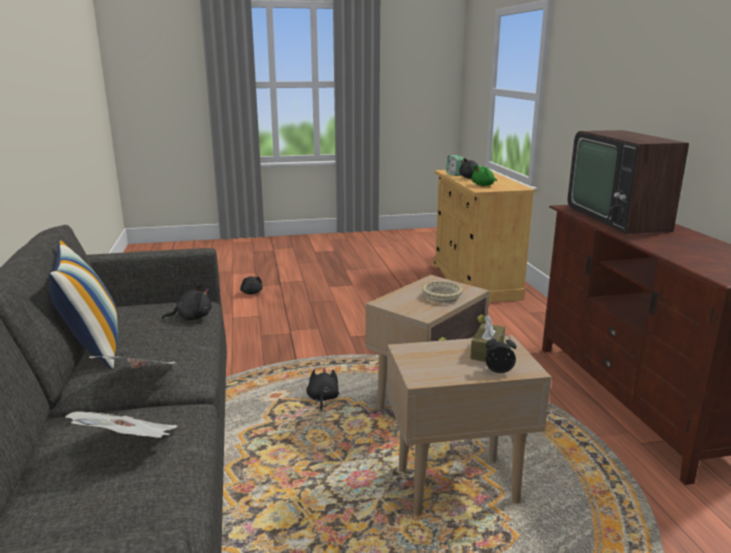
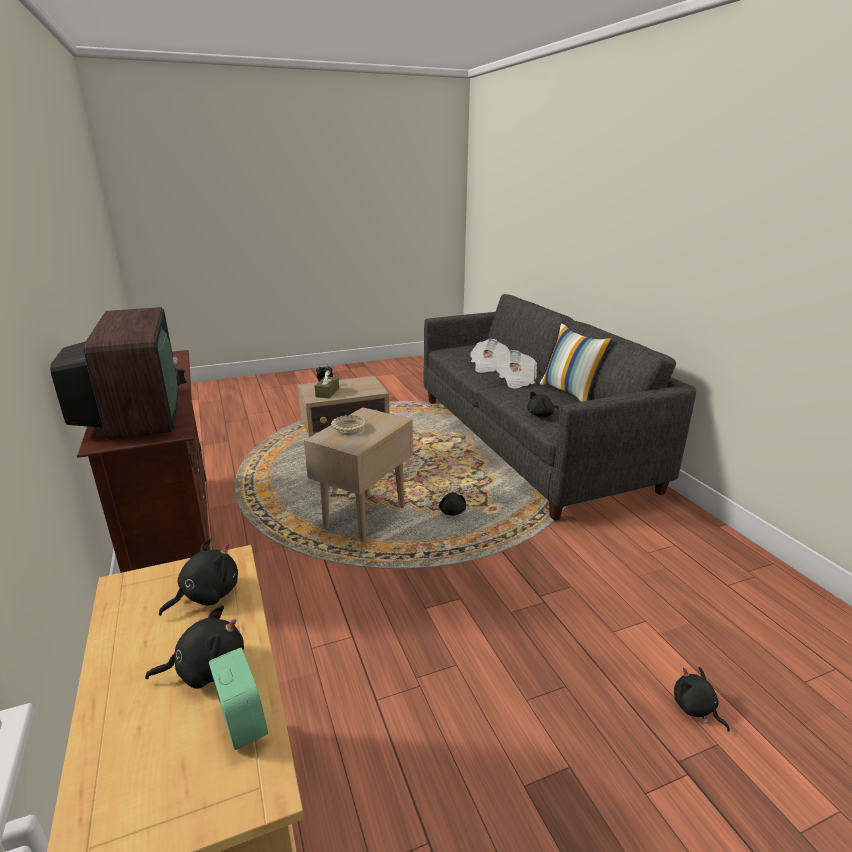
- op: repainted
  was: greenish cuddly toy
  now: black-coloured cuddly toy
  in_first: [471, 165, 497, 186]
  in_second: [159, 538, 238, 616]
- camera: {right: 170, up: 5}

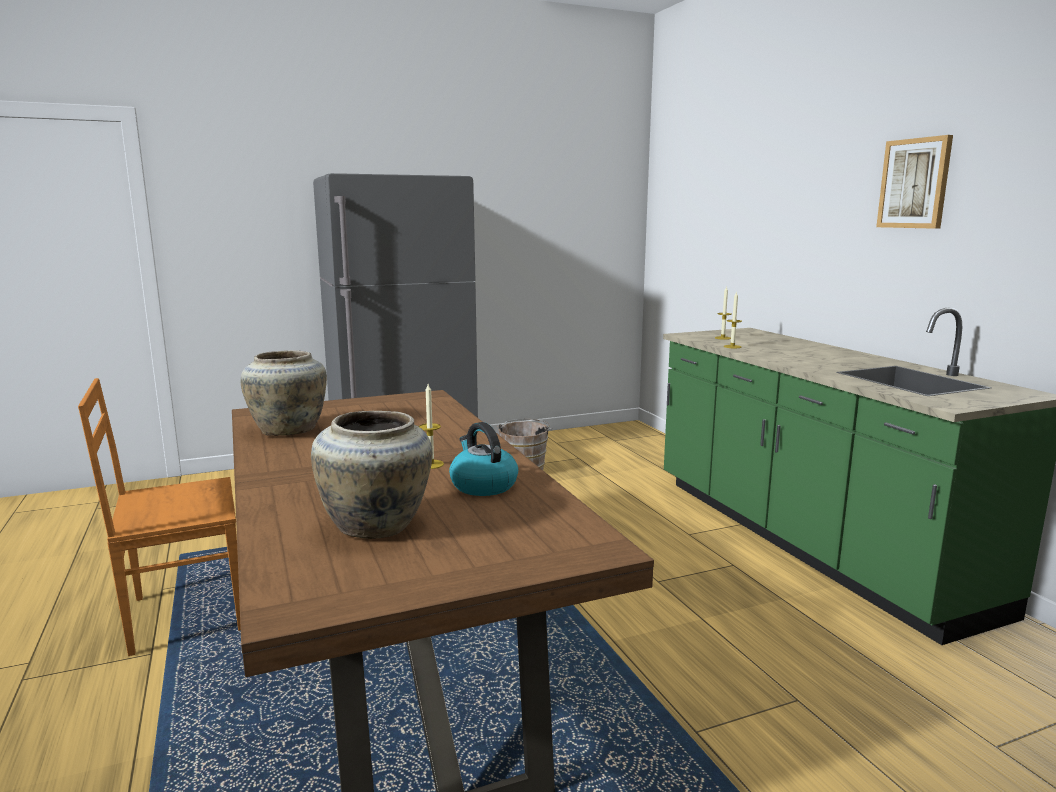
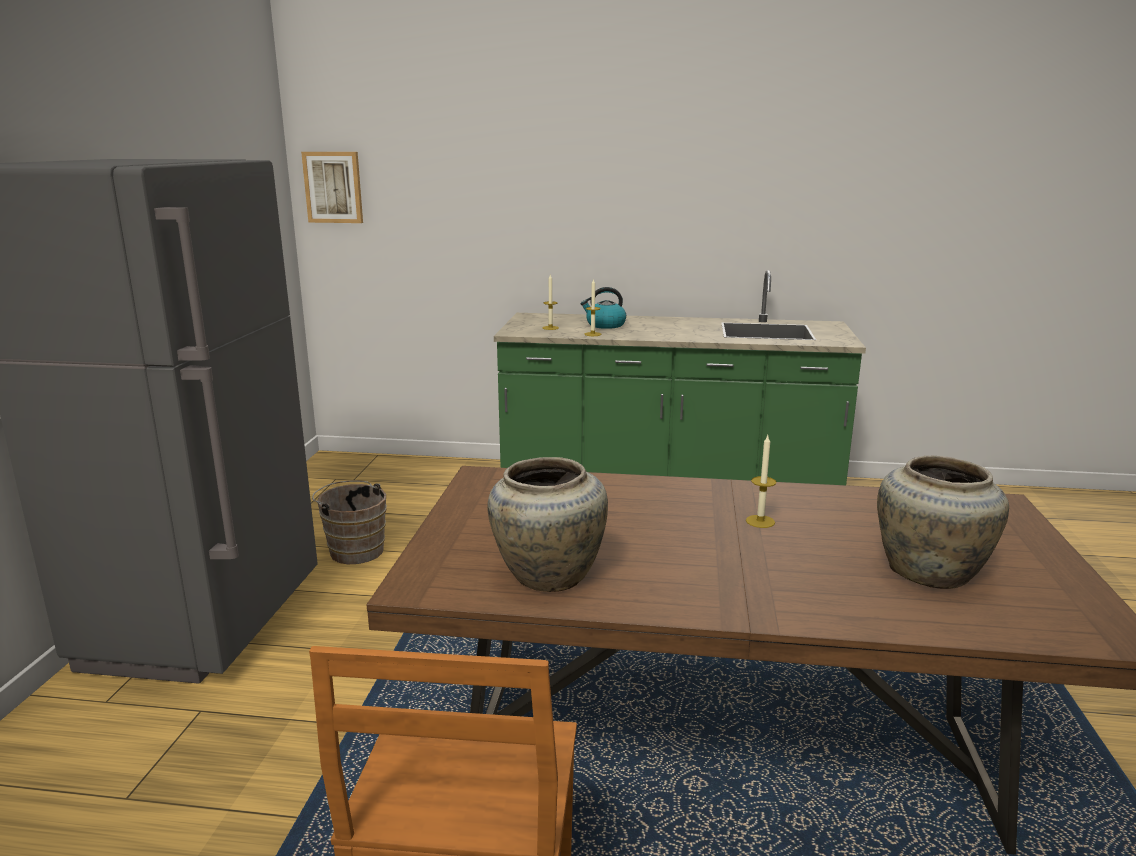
- op: shifted
  was: wall picture
  in_first: [876, 135, 953, 229]
  in_second: [301, 152, 363, 223]
- op: shifted
  was: water kettle
  in_first: [449, 422, 518, 496]
  in_second: [581, 287, 626, 329]
- camera: {right: -60, up: 5}

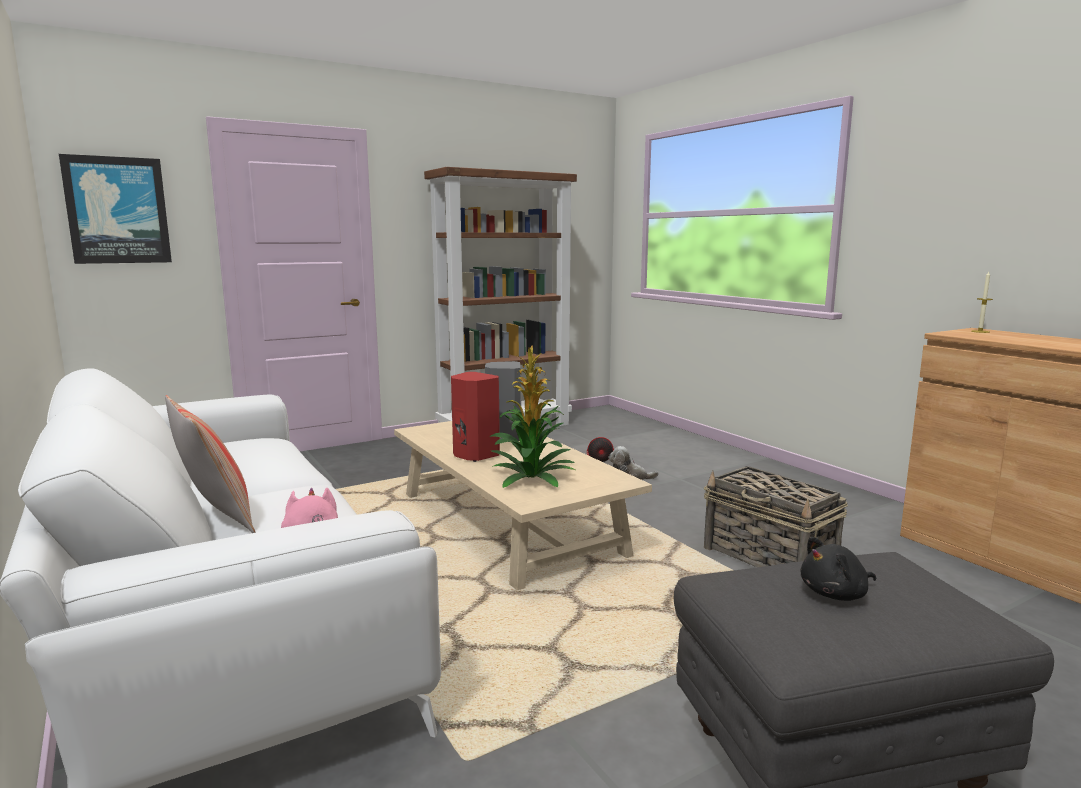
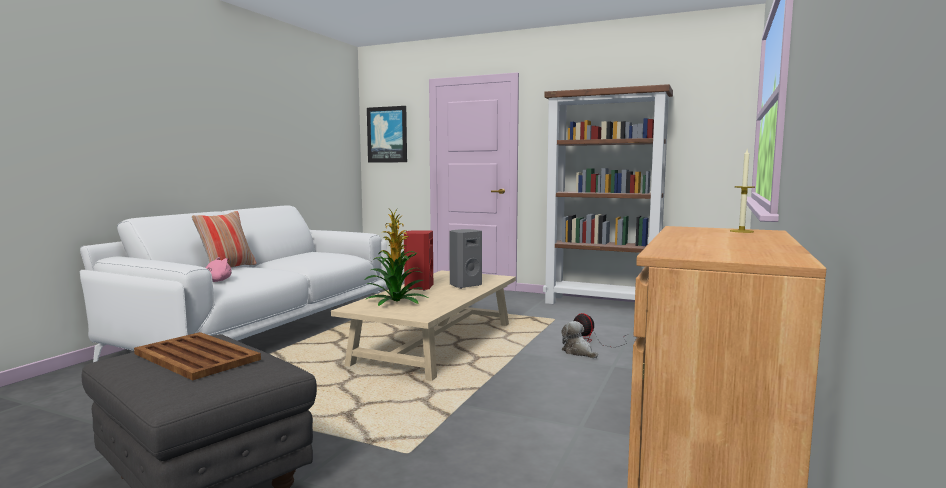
- op: swapped
  was: black-coloured cuddly toy
  now: brownish serving tray
  in_first: [800, 537, 876, 601]
  in_second: [134, 332, 261, 381]
- op: gone
  was: storage basket
  in_first: [704, 466, 848, 568]
- camera: {right: 55, up: -5}

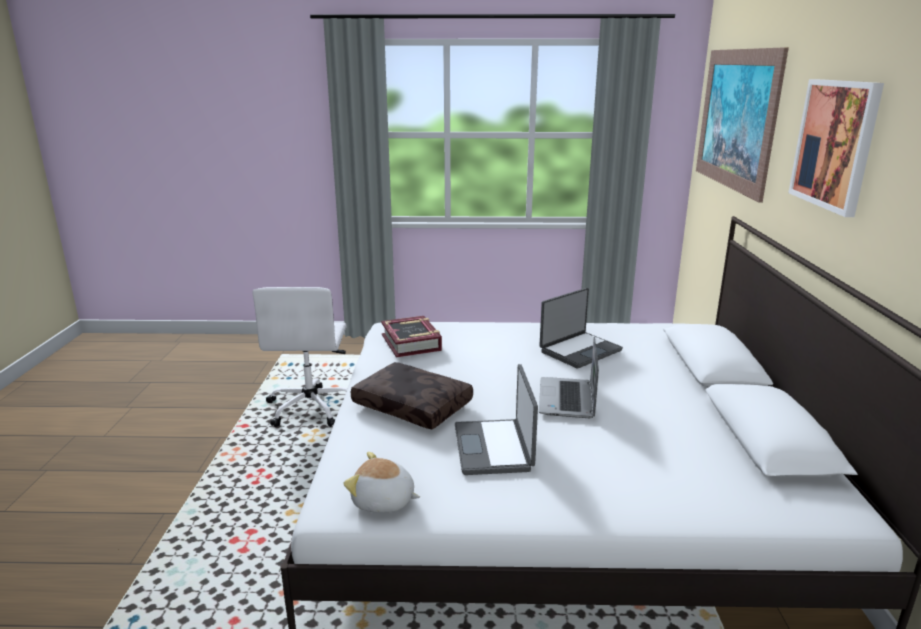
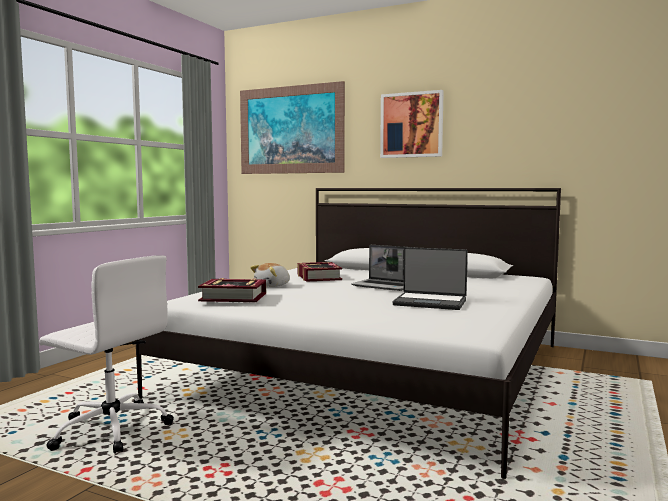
- op: shifted
  was: cuddly toy
  in_first: [343, 452, 420, 513]
  in_second: [250, 263, 290, 287]
- op: swapped
  was: portable computer
  now: book
  in_first: [539, 288, 623, 369]
  in_second: [298, 262, 342, 282]
- op: gone
  was: brownish cushion
  in_first: [351, 362, 473, 429]
- camera: {right: -65, up: -15}

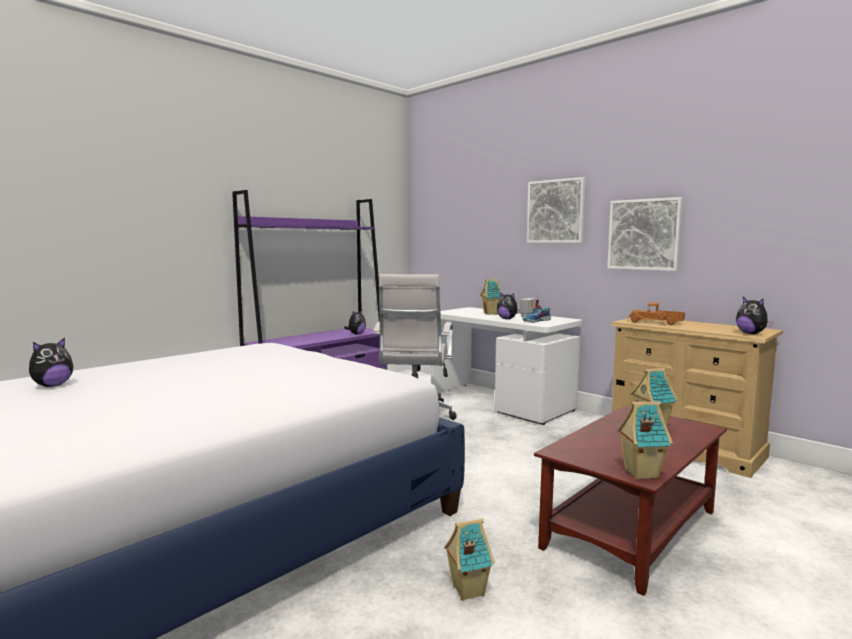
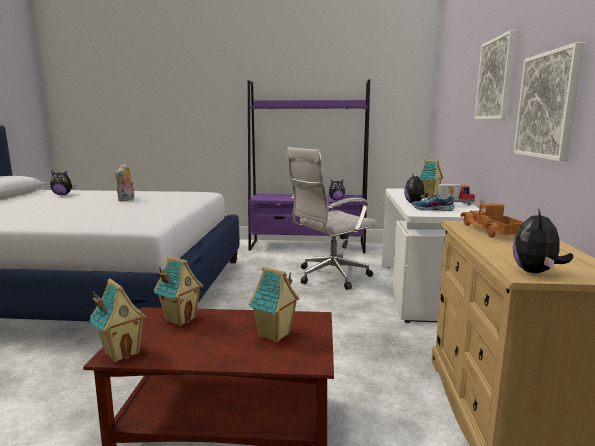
- op: new
  now: cuddly toy
  in_second: [115, 164, 134, 201]
- op: shifted
  was: model house
  in_first: [444, 518, 495, 601]
  in_second: [154, 256, 203, 326]
- camera: {right: 50, up: 5}

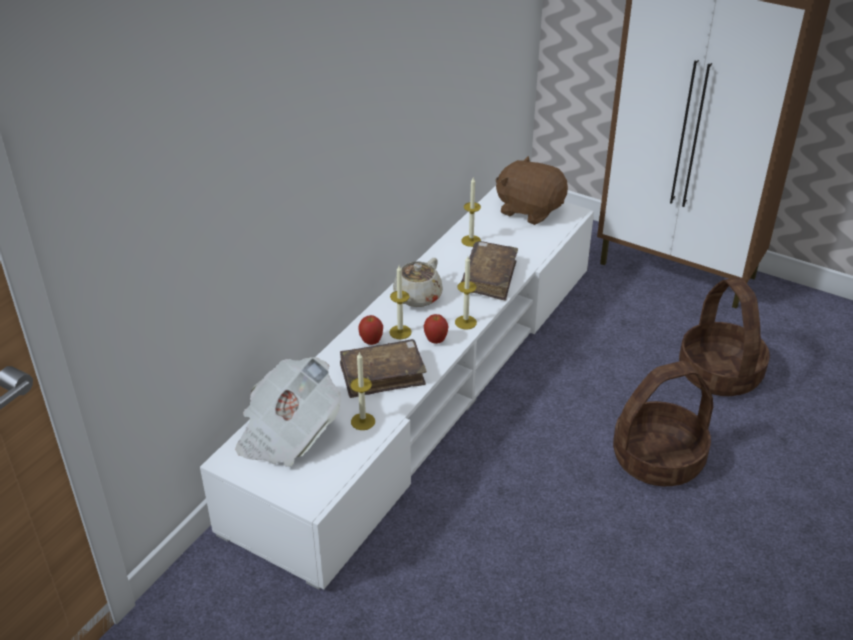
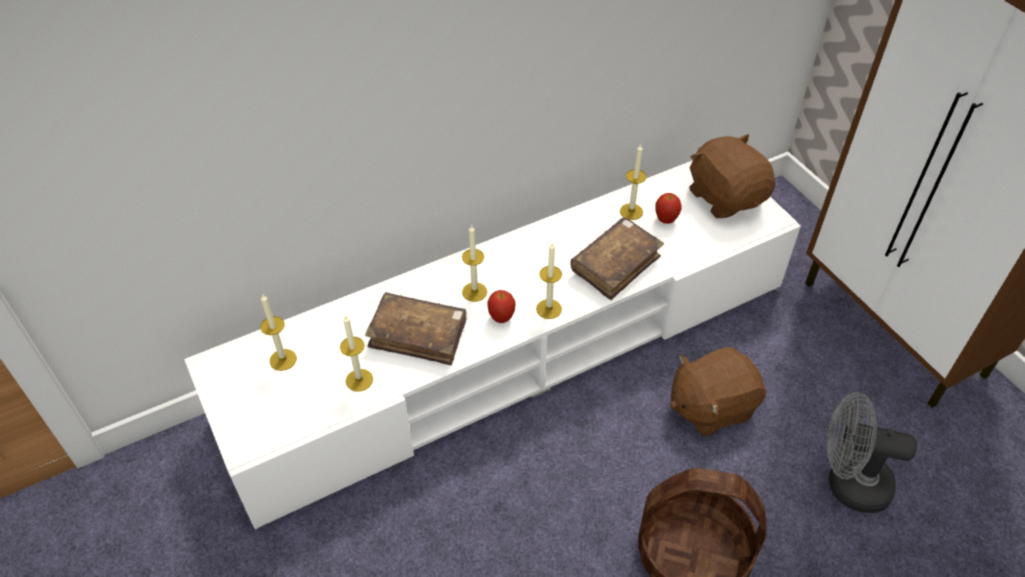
- op: swapped
  was: printed paper
  now: wax light
  in_first: [235, 357, 341, 467]
  in_second: [260, 295, 297, 371]
- op: shifted
  was: apple
  in_first: [358, 315, 383, 345]
  in_second: [655, 193, 682, 224]
- op: new
  now: brownish cuddly toy
  in_second: [670, 347, 766, 436]
- op: swapped
  was: storage basket
  now: gray fan
  in_first: [679, 277, 770, 396]
  in_second: [827, 392, 917, 513]
- op: gone
  was: sand-coloured tea pot
  in_first: [393, 258, 443, 307]
- camera: {right: 30, up: 10}

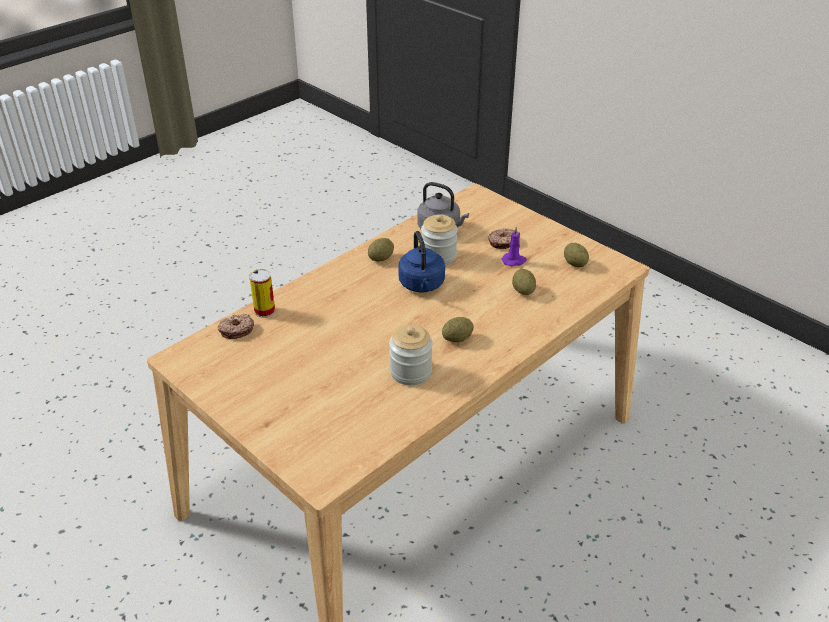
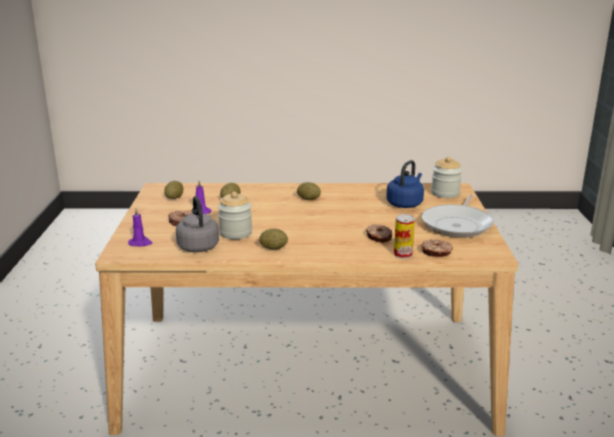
- op: new
  now: purple wax light
  in_second: [128, 208, 153, 247]
- op: new
  now: donut
  in_second: [366, 224, 392, 243]
- op: shifted
  was: bluish water kettle
  in_first: [398, 231, 445, 293]
  in_second: [386, 160, 424, 208]
- op: new
  now: skillet
  in_second: [422, 194, 493, 238]
- op: shifted
  was: preserve jar
  in_first: [389, 325, 433, 385]
  in_second: [431, 157, 462, 198]
- camera: {right: -135, up: -15}

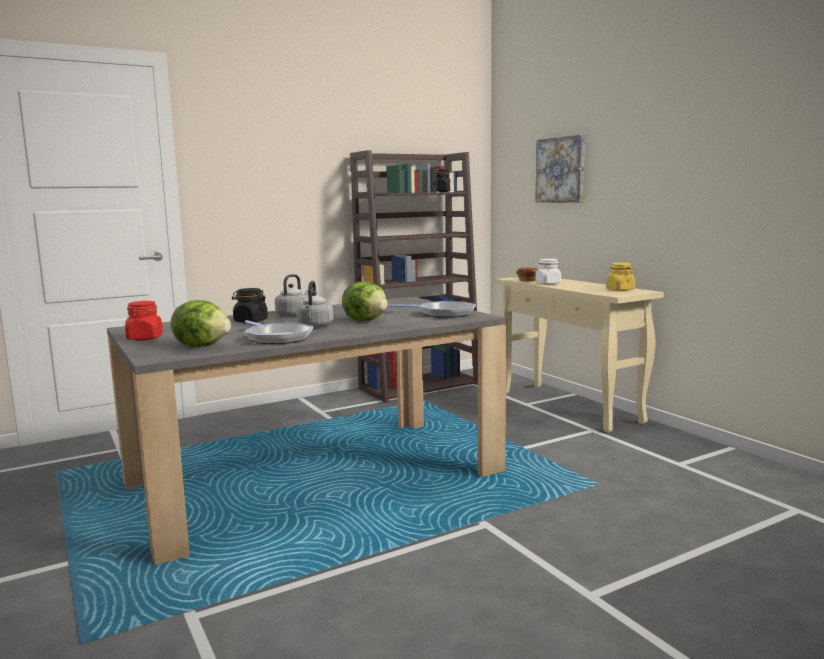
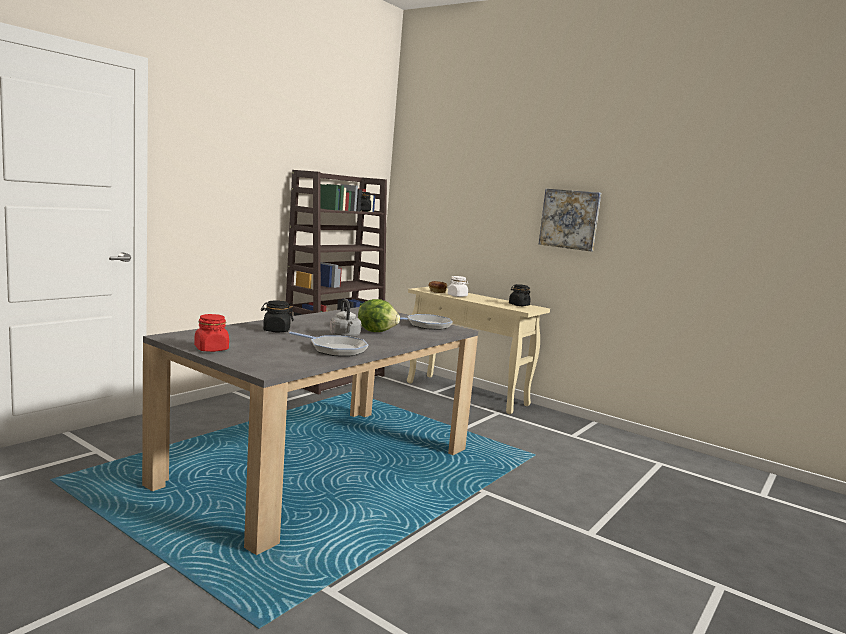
- op: repainted
  was: yellowish preserve jar
  now: black-coloured preserve jar
  in_first: [606, 263, 635, 291]
  in_second: [509, 284, 531, 306]
- op: shifted
  was: wall picture
  in_first: [535, 134, 585, 203]
  in_second: [539, 189, 601, 251]
- op: gone
  was: lettuce
  in_first: [170, 300, 231, 347]
- op: gone
  was: gray water kettle
  in_first: [275, 274, 308, 317]
- camera: {right: -25, up: 0}

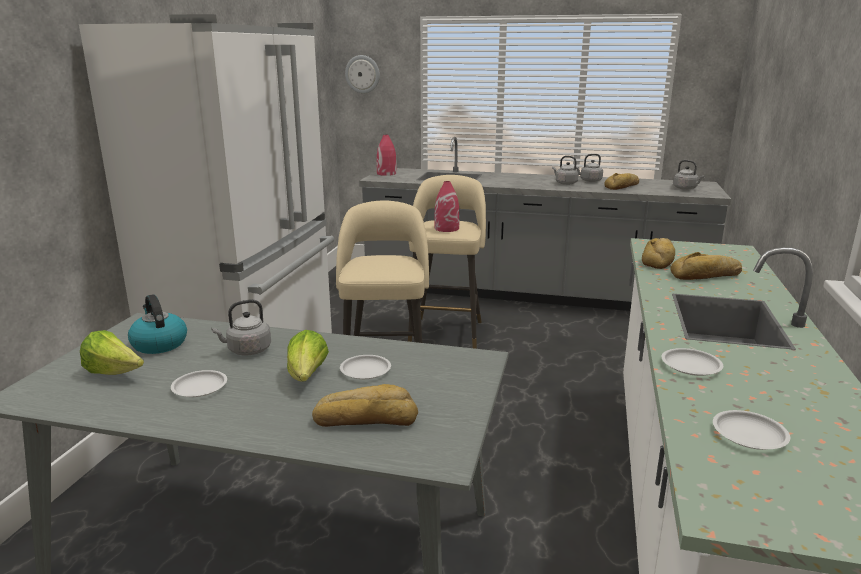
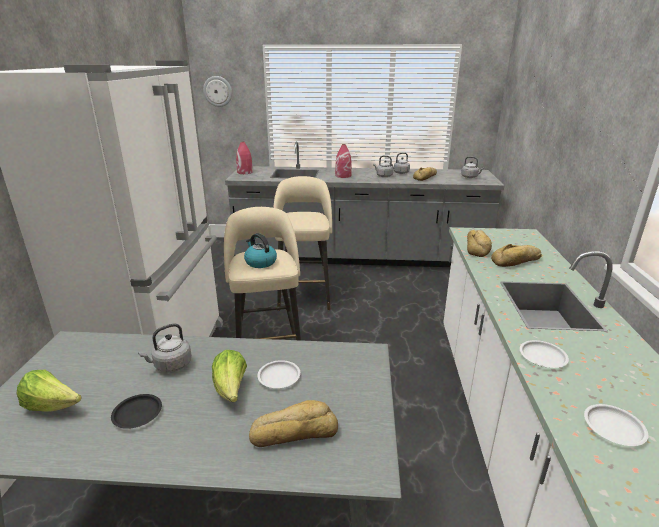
- op: repainted
  was: white-coloured plate
  now: black-coloured plate
  in_first: [171, 370, 227, 397]
  in_second: [111, 394, 162, 429]
- op: shifted
  was: water kettle
  in_first: [128, 294, 187, 354]
  in_second: [244, 233, 277, 268]
- op: shifted
  was: red vase
  in_first: [434, 181, 459, 232]
  in_second: [335, 144, 352, 178]
- camera: {right: -10, up: 5}

